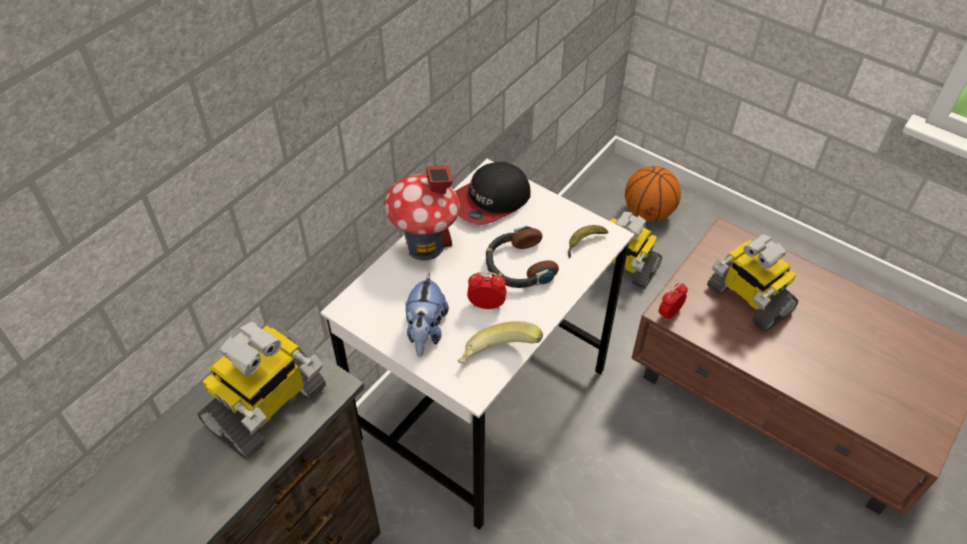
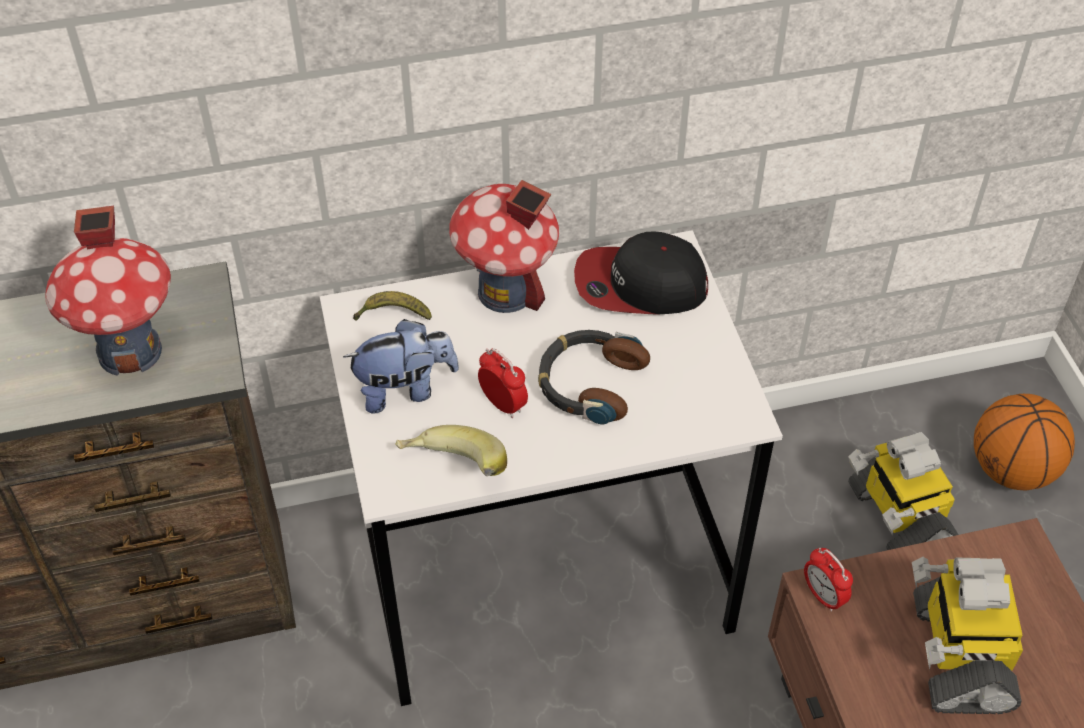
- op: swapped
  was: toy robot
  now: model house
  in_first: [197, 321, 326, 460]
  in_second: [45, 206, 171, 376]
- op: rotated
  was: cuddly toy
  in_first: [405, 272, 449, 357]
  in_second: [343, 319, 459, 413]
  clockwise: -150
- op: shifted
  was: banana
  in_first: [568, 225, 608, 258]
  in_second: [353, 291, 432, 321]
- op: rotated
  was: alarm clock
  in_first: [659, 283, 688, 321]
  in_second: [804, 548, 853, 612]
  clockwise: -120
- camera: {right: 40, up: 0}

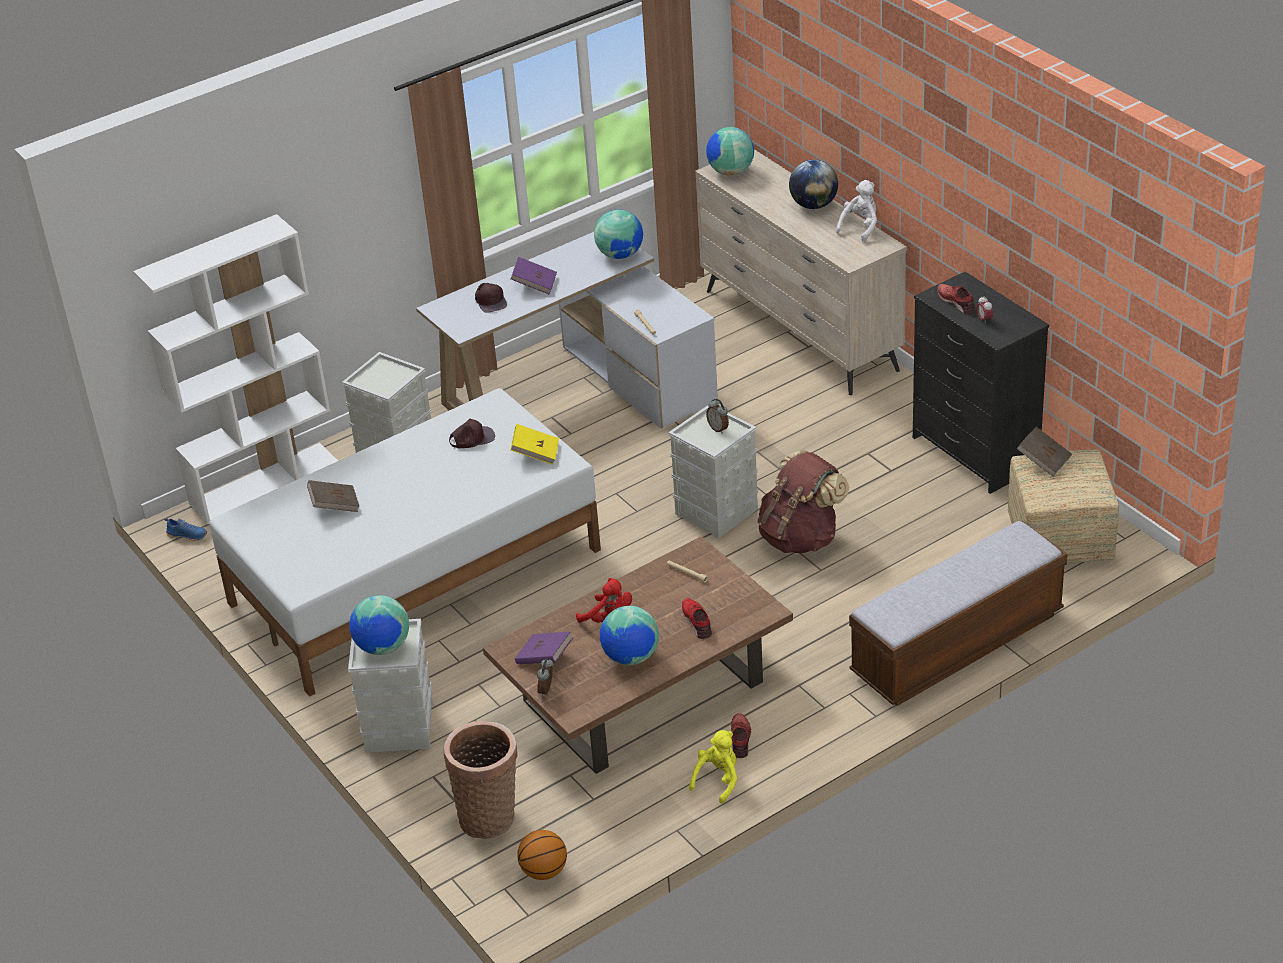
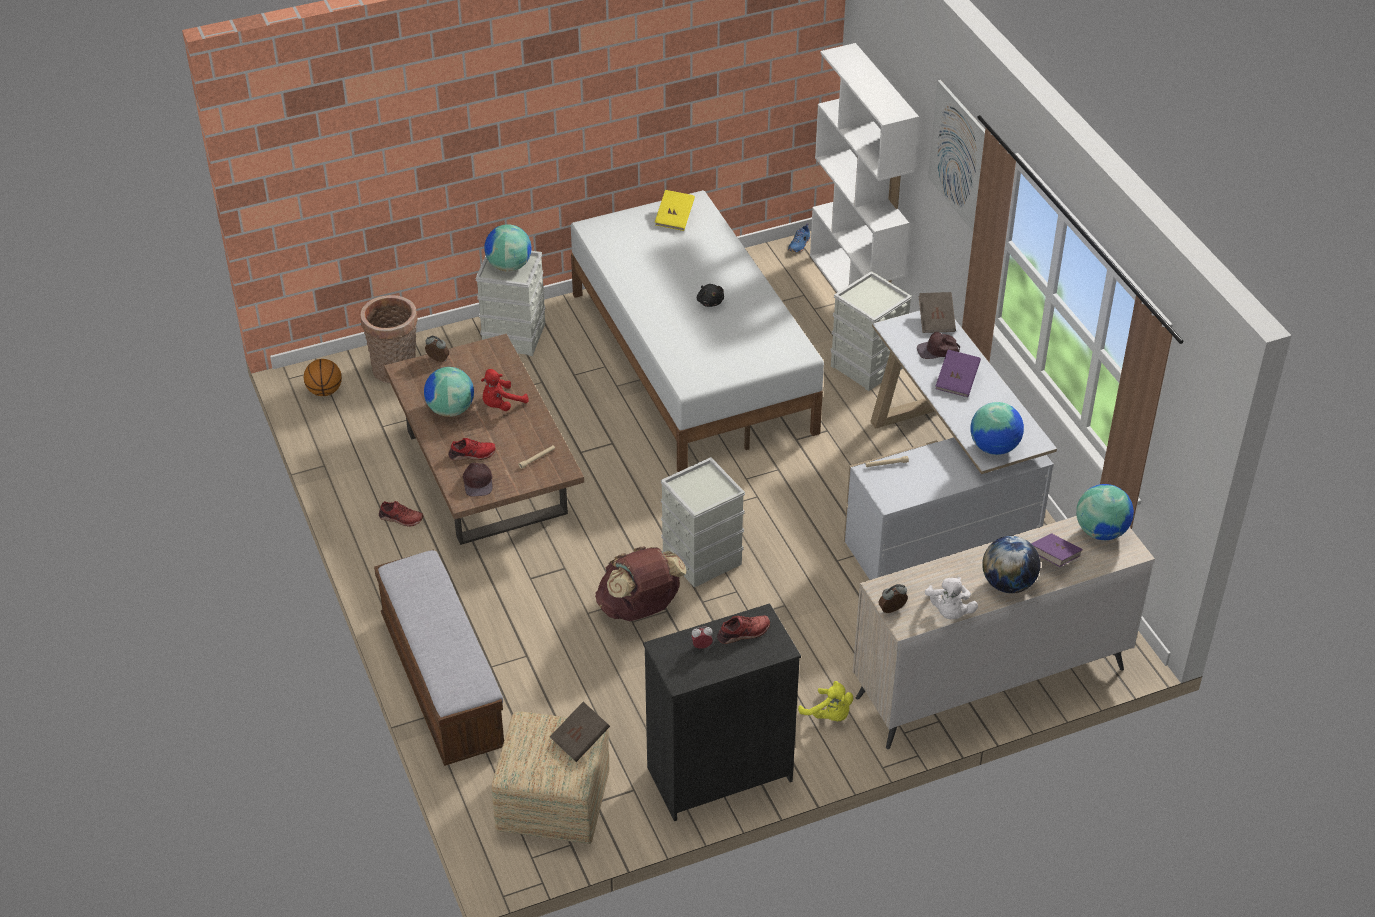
- op: shifted
  was: brownish baseball cap
  in_first: [449, 419, 495, 448]
  in_second: [463, 463, 493, 497]
- op: shifted
  was: yellowish book
  in_first: [510, 424, 559, 465]
  in_second: [655, 190, 695, 231]
- op: new
  now: black-coloured cuddly toy
  in_second: [697, 284, 724, 307]
- op: shifted
  was: yellowish cuddly toy
  in_first: [689, 730, 737, 804]
  in_second: [798, 681, 853, 721]
- op: shifted
  was: alarm clock
  in_first: [706, 399, 729, 434]
  in_second: [879, 584, 908, 613]
- op: shifted
  was: brownish book
  in_first: [307, 480, 359, 512]
  in_second: [918, 292, 956, 333]
- op: rotated
  was: white-coloured cuddly toy
  in_first: [836, 180, 877, 242]
  in_second: [925, 577, 978, 619]
  clockwise: 45
- op: new
  now: wall picture
  in_second: [928, 80, 985, 231]
- op: shifted
  was: purple book
  in_first: [515, 631, 574, 664]
  in_second: [1031, 533, 1083, 567]
- camera: {right: 100, up: 5}

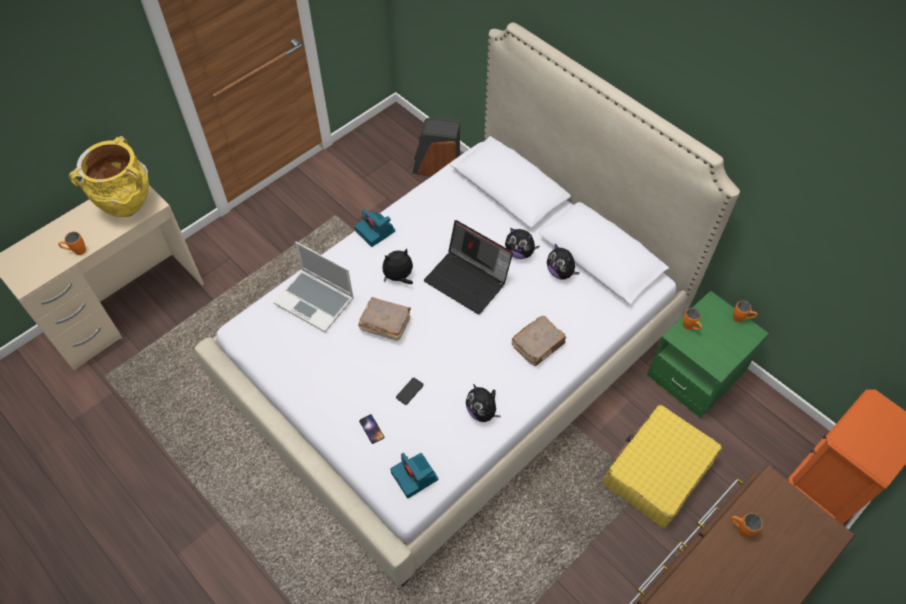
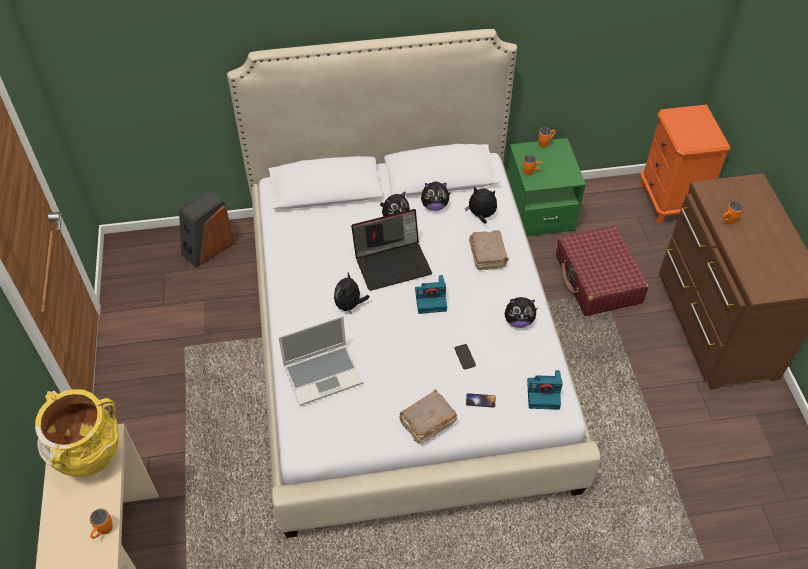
- op: shifted
  was: brownish book
  in_first: [358, 297, 411, 341]
  in_second: [399, 390, 457, 444]
- op: shifted
  was: still camera
  in_first: [355, 209, 395, 247]
  in_second: [415, 275, 447, 314]
- op: new
  now: cuddly toy
  in_second: [465, 187, 497, 224]
- op: repainted
  was: yellowish suitcase
  now: red suitcase
  in_first: [603, 405, 722, 529]
  in_second: [556, 226, 649, 316]
- camera: {right: -55, up: -5}

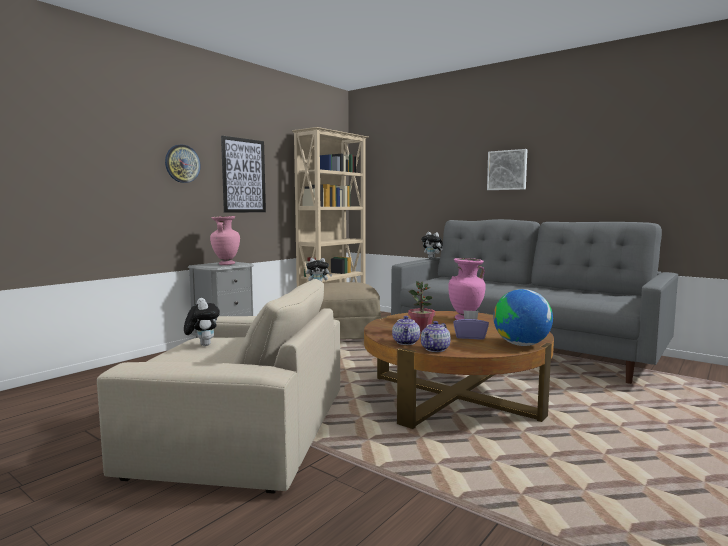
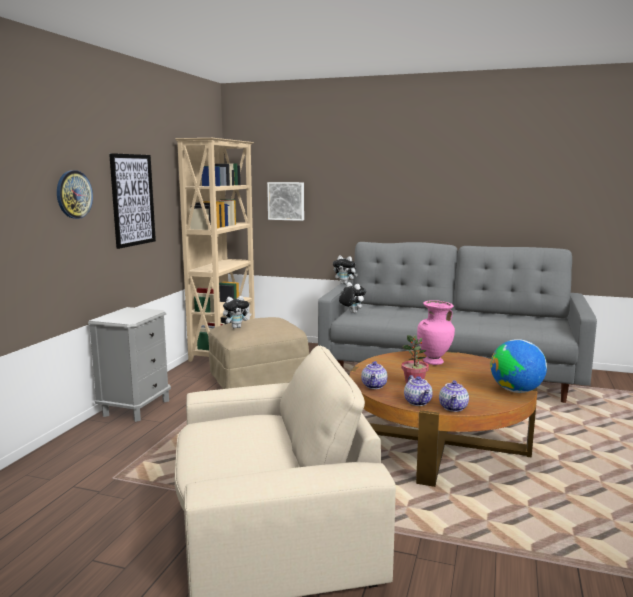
- op: shifted
  was: wall picture
  in_first: [487, 149, 527, 190]
  in_second: [267, 182, 304, 221]
- op: shifted
  was: cuddly toy
  in_first: [184, 298, 220, 346]
  in_second: [339, 282, 366, 313]
- op: new
  now: tea pot
  in_second: [361, 361, 387, 389]
- op: gone
  was: pink-coloured vase
  in_first: [210, 216, 240, 265]
- op: gone
  was: purple box of tissues
  in_first: [453, 310, 489, 339]
- camera: {right: -20, up: 5}

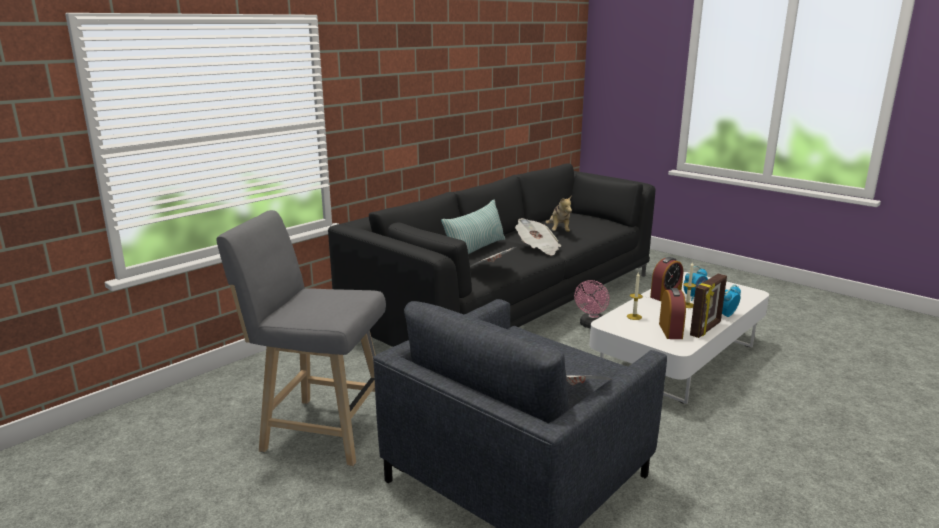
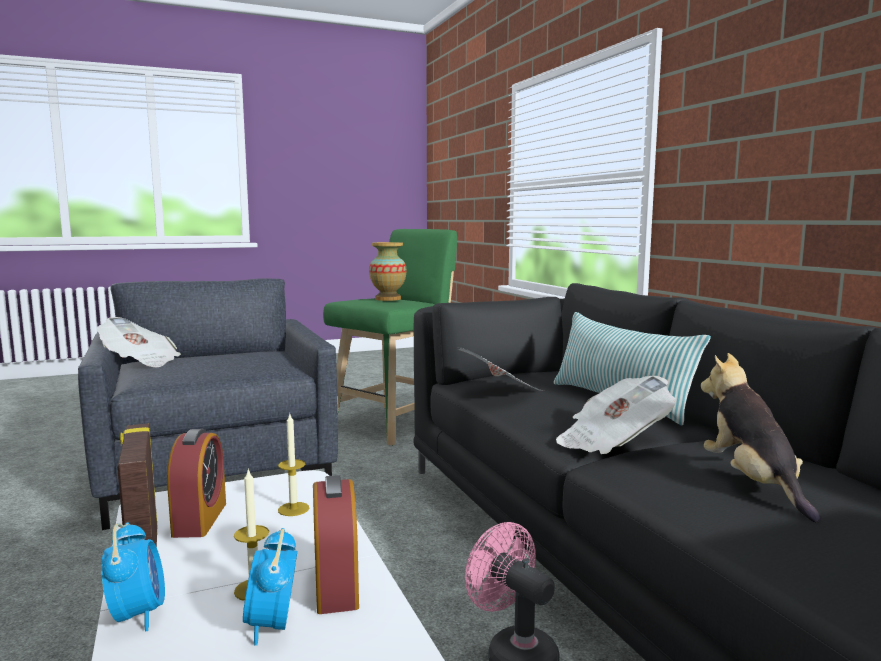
- op: rotated
  was: alarm clock
  in_first: [659, 288, 686, 339]
  in_second: [167, 429, 226, 538]
  clockwise: -120
- op: repainted
  was: gray stool seat
  now: greenish stool seat
  in_first: [216, 210, 386, 466]
  in_second: [323, 229, 457, 446]
- op: new
  now: vase
  in_second: [369, 242, 407, 301]
- op: rotated
  was: cuddly toy
  in_first: [545, 195, 572, 232]
  in_second: [701, 353, 821, 523]
  clockwise: 60
- camera: {right: 115, up: -10}

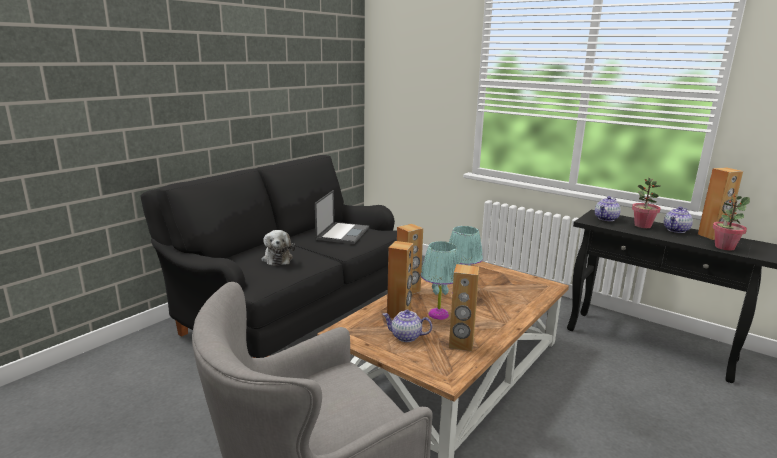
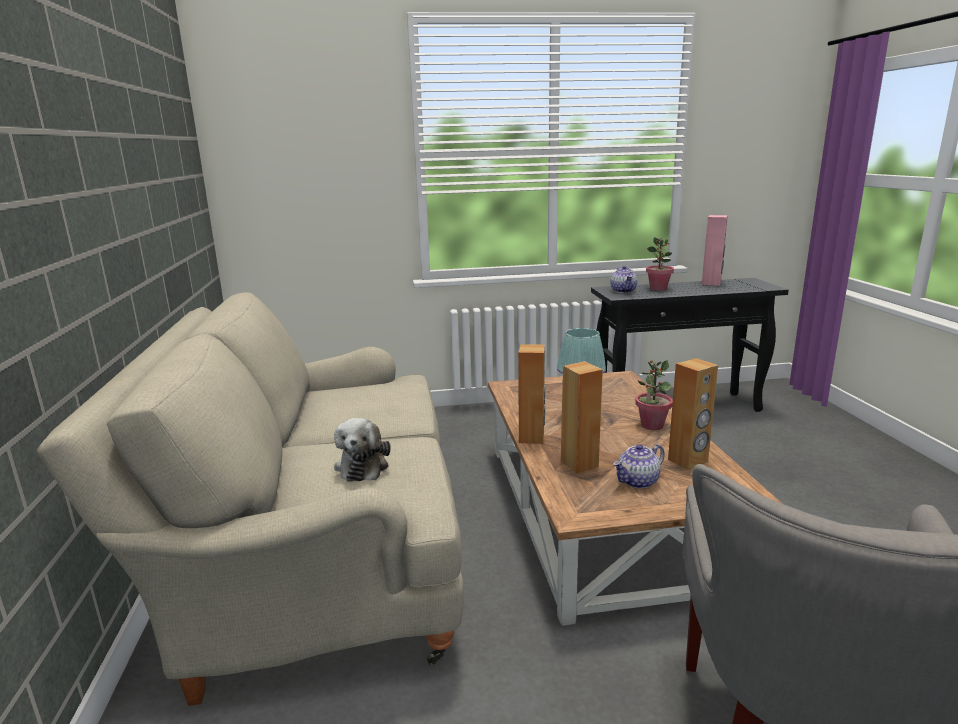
- op: repainted
  was: black-coloured settee
  now: sand-coloured settee
  in_first: [140, 155, 397, 358]
  in_second: [37, 292, 464, 706]
- op: rotated
  was: cuddly toy
  in_first: [261, 230, 295, 266]
  in_second: [334, 418, 391, 482]
  clockwise: 60
- op: shifted
  was: houseplant
  in_first: [712, 195, 750, 251]
  in_second: [635, 360, 673, 430]
- op: repainted
  was: brownish loudspeaker
  now: pink-coloured loudspeaker
  in_first: [698, 167, 743, 240]
  in_second: [702, 215, 728, 286]
- op: gone
  was: portable computer
  in_first: [315, 190, 369, 244]
- op: gone
  was: blue-green table lamp
  in_first: [421, 241, 460, 320]
- op: gone
  was: tea pot
  in_first: [664, 207, 693, 233]
- camera: {right: -45, up: 0}

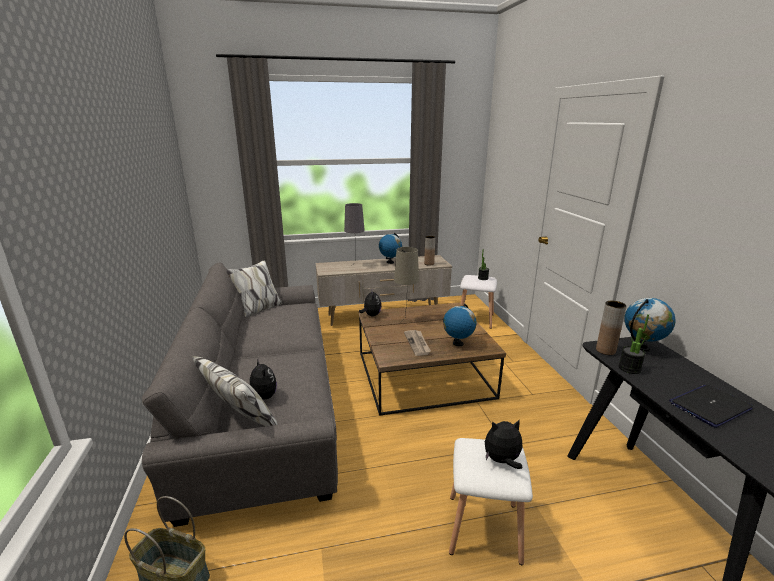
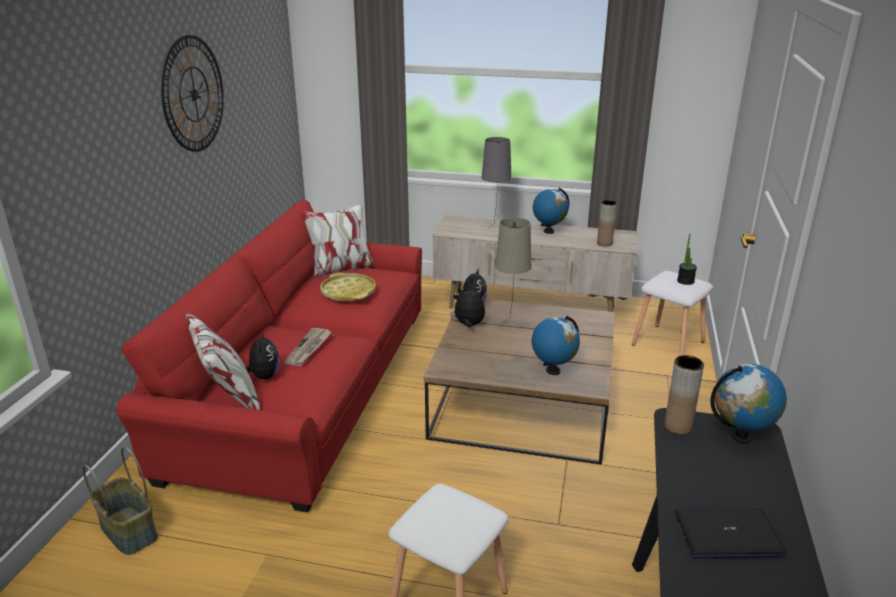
- op: repainted
  was: gray settee
  now: red settee
  in_first: [142, 260, 338, 527]
  in_second: [117, 200, 422, 513]
- op: new
  now: clock on the wall
  in_second: [161, 35, 224, 152]
- op: shifted
  was: printed paper
  in_first: [404, 330, 431, 356]
  in_second: [284, 328, 332, 366]
- op: new
  now: yellowish serving tray
  in_second: [321, 273, 376, 302]
- op: shifted
  was: cuddly toy
  in_first: [485, 419, 523, 469]
  in_second: [450, 287, 485, 327]
- op: gone
  was: houseplant
  in_first: [619, 314, 649, 374]
- camera: {right: 25, up: 5}

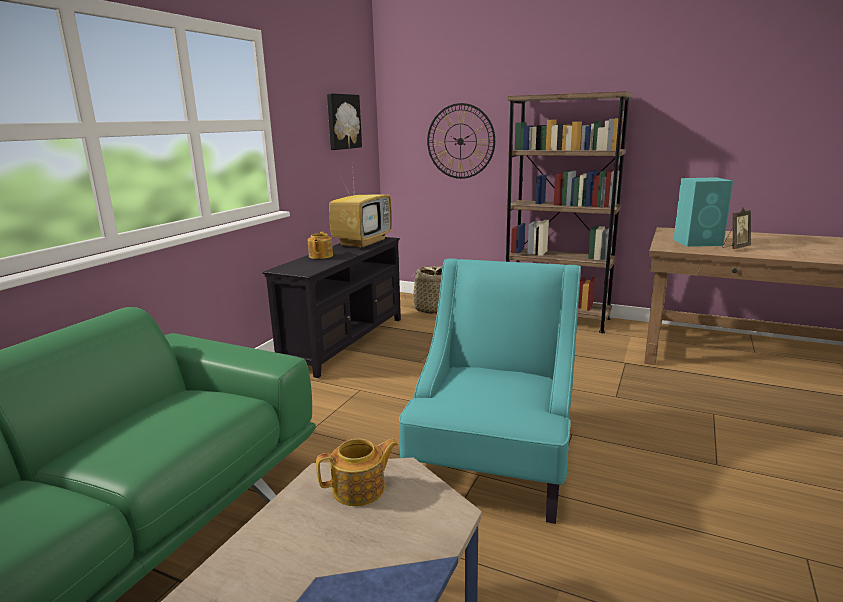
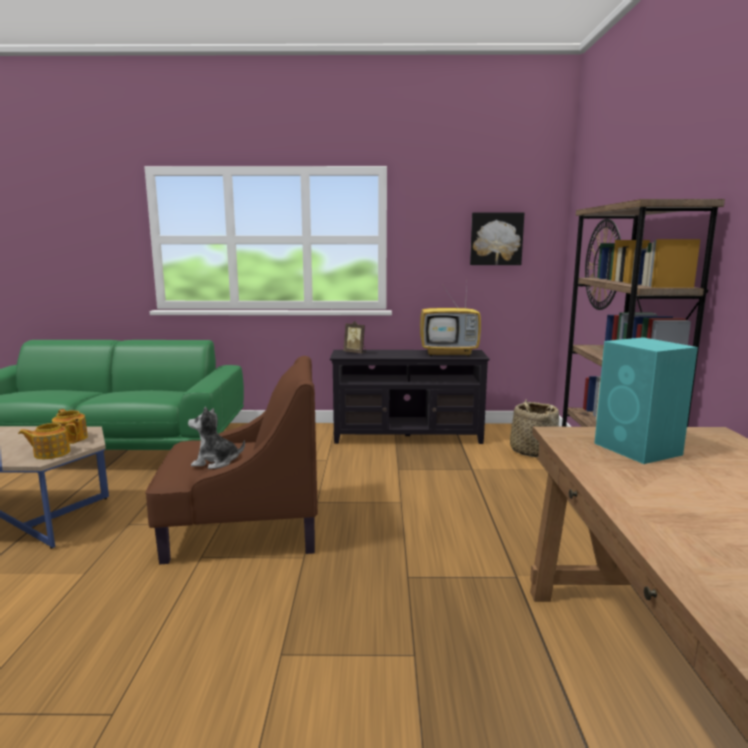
- op: shifted
  was: tea pot
  in_first: [307, 232, 333, 259]
  in_second: [18, 423, 78, 459]
- op: repainted
  was: blue-green lounge chair
  now: brownish lounge chair
  in_first: [399, 258, 581, 524]
  in_second: [145, 356, 318, 565]
- op: new
  now: cuddly toy
  in_second: [188, 407, 245, 469]
- op: shifted
  was: picture frame
  in_first: [723, 208, 751, 249]
  in_second: [344, 321, 366, 353]
- camera: {right: 65, up: -5}

